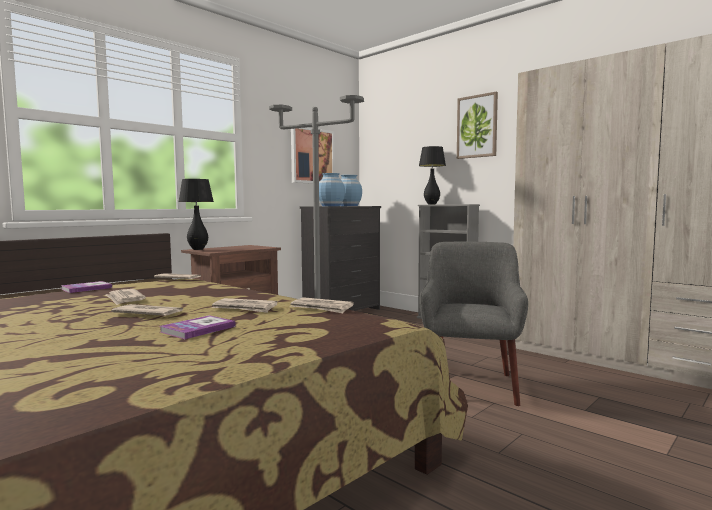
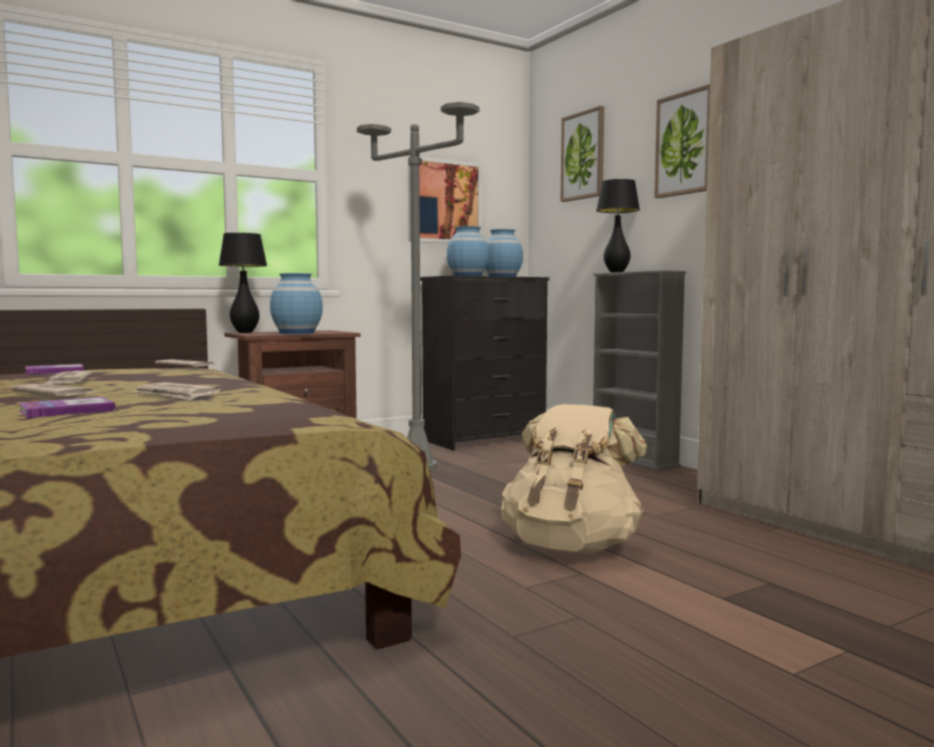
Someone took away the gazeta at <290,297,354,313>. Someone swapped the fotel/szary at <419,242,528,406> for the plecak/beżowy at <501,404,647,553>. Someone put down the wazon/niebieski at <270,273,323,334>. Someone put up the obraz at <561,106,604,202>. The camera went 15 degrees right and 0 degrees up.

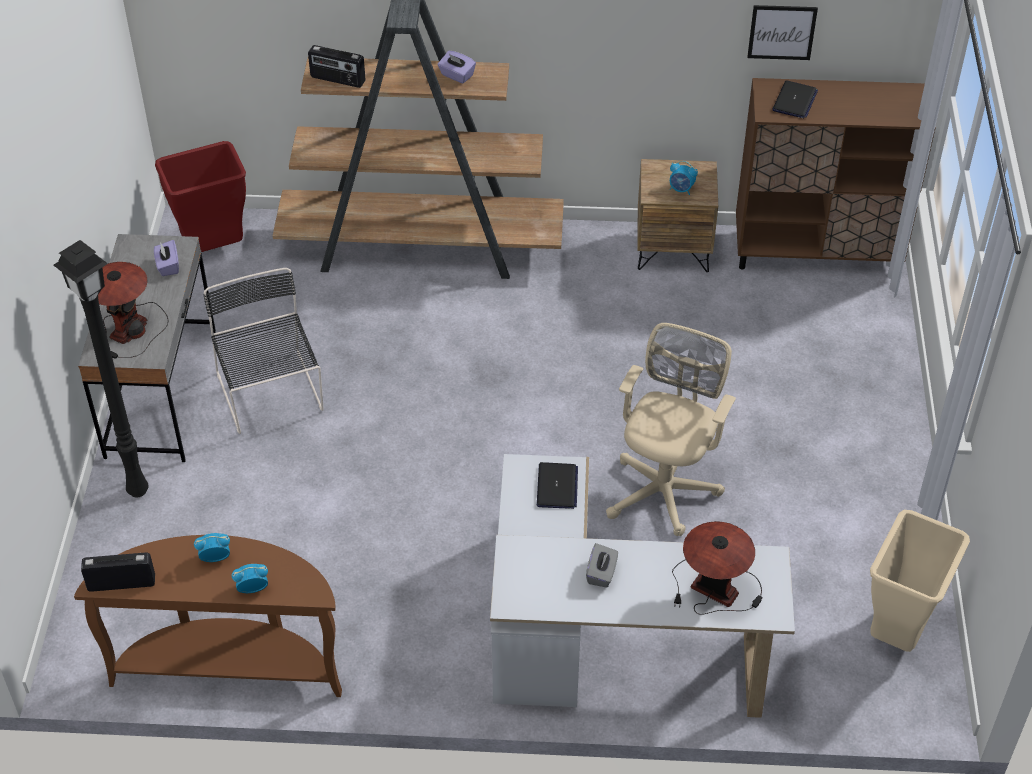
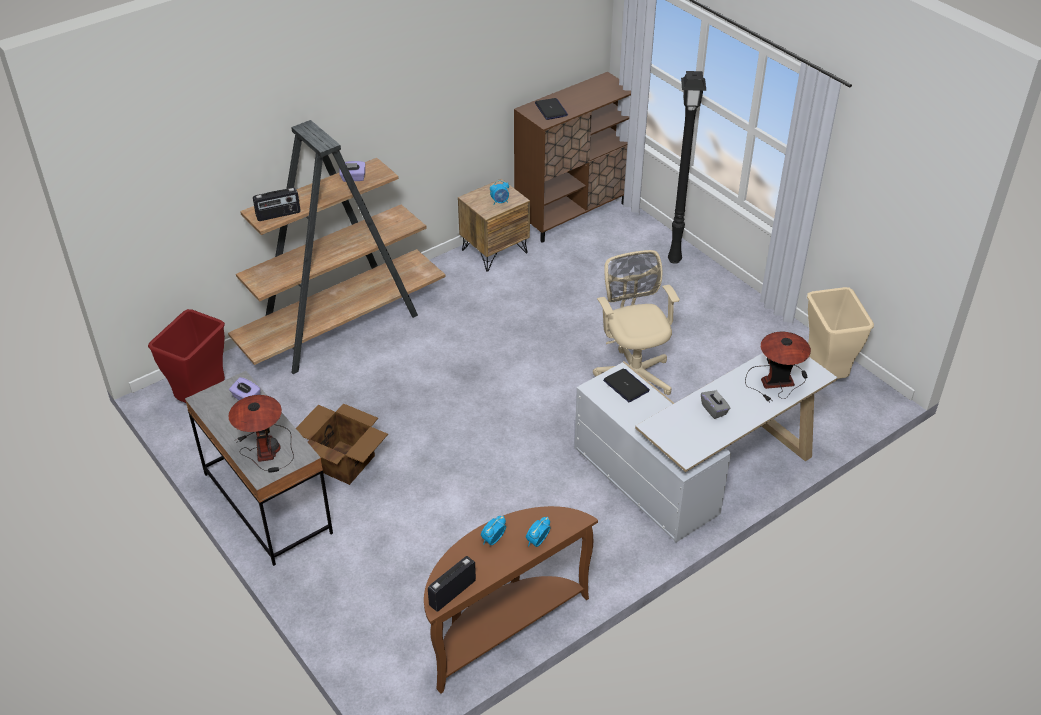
Someone carried the lampa stojąca/czarny from <54,240,149,497> to <668,71,706,264>. Someone swapped the krzesło/czarny at <203,268,324,434> for the karton at <296,403,388,485>. Someone took away the obraz at <747,5,818,60>. The camera went 40 degrees left and 5 degrees down.

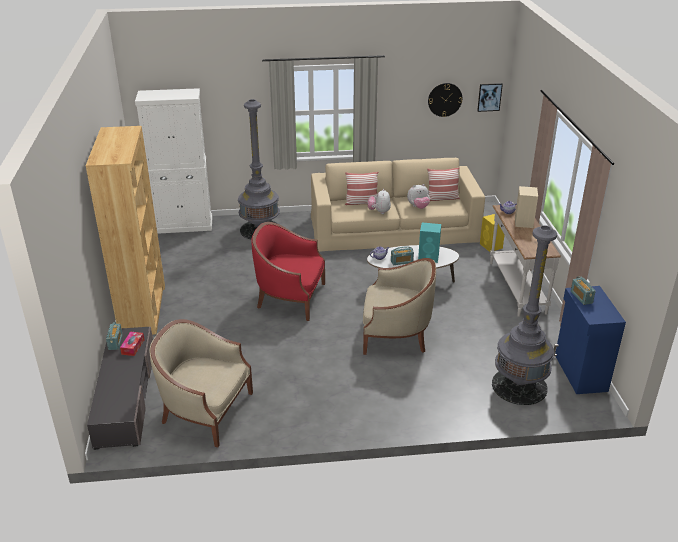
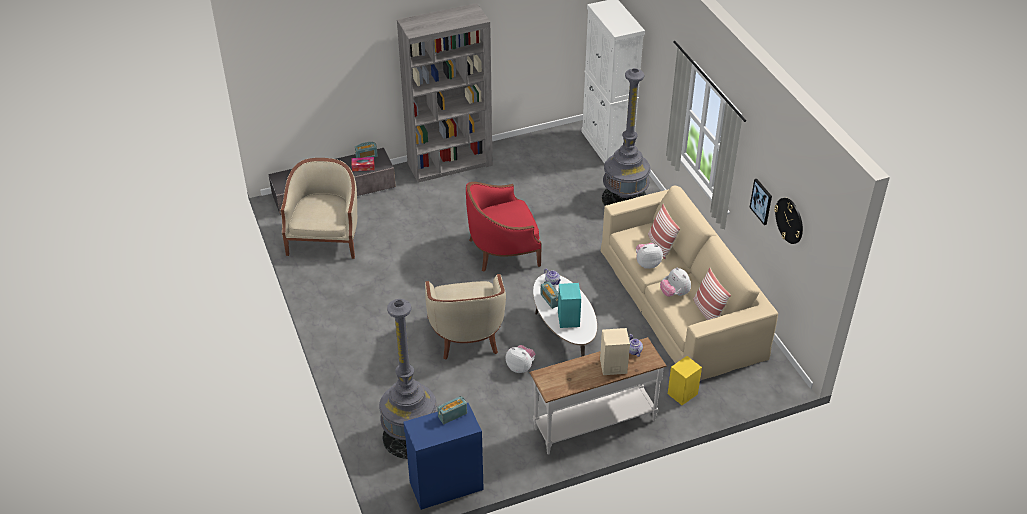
Someone repainted the regał/brązowy at <86,126,165,335>, which became the regał/szary at <397,3,493,183>. Someone rotated the fotel/czerwony at <251,222,325,321> by 105 degrees counterclockwise. Someone carried the obraz from <477,83,503,112> to <749,179,772,225>. Someone put down the pluszak at <506,345,535,373>. The camera went 75 degrees right and 10 degrees up.

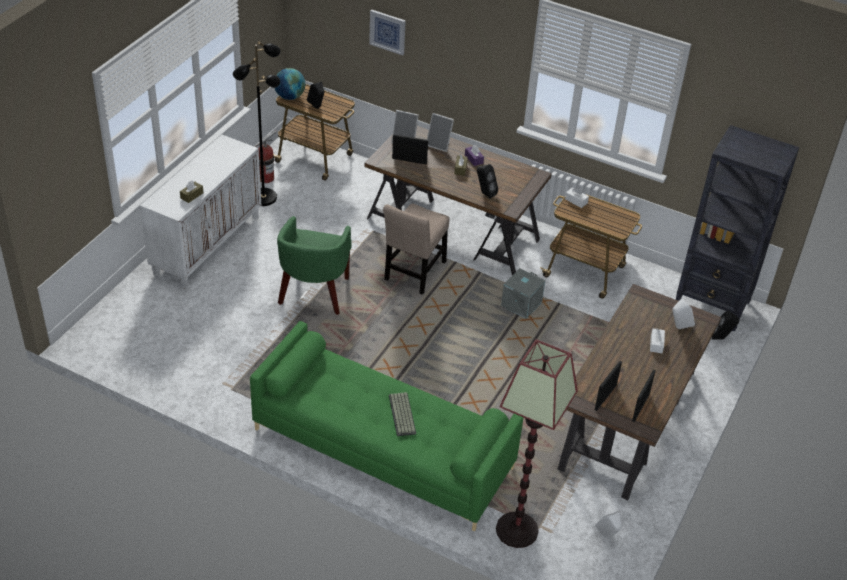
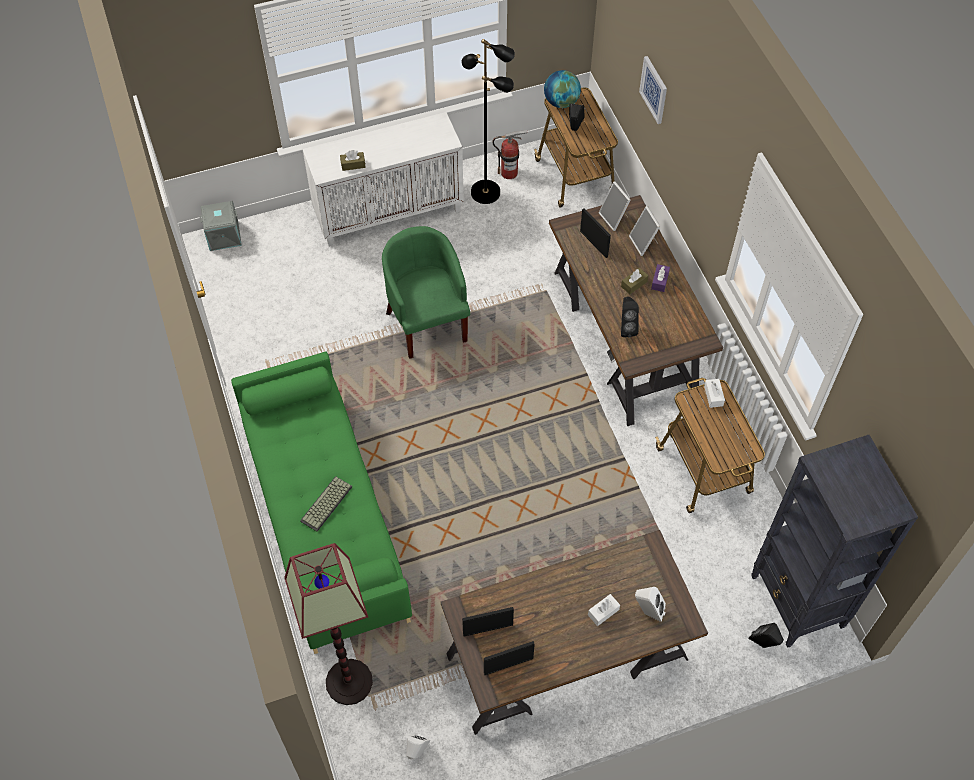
Someone rotated the fotel/zielony at <277,216,352,315> by 105 degrees clockwise. Someone took away the krzesło/beżowy at <383,203,449,295>. Someone carried the pojemnik do przechowywania/szary from <501,268,545,319> to <200,201,242,251>. The camera went 45 degrees right and 15 degrees up.

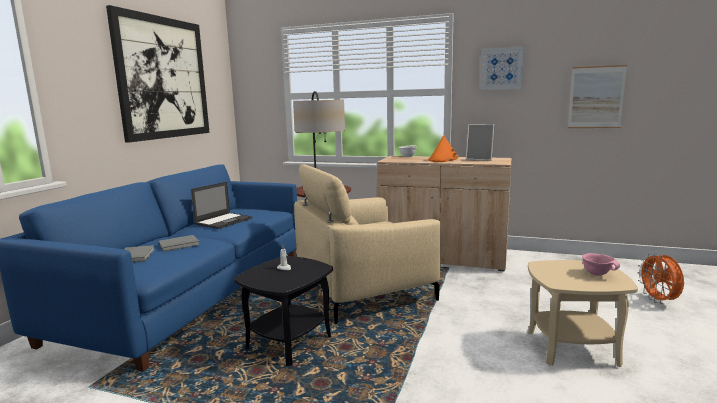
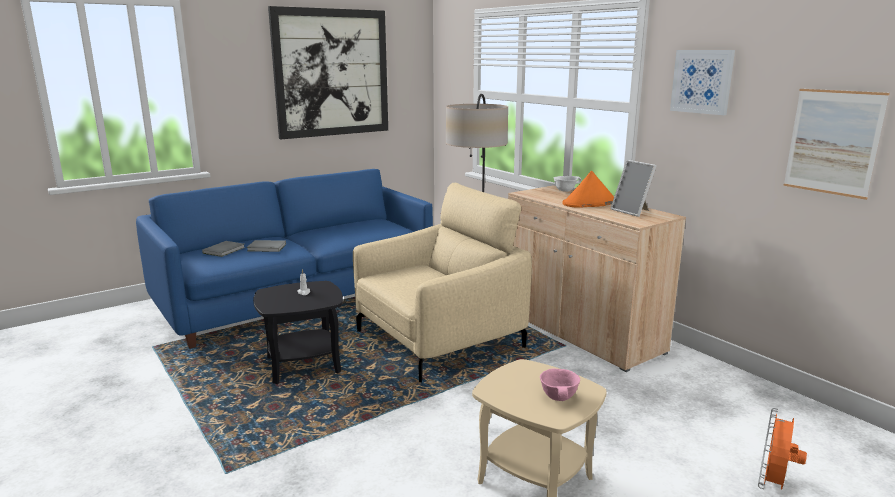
Someone took away the laptop at <191,182,252,229>. Someone rotated the fotel/beżowy at <294,164,442,324> by 135 degrees clockwise. The camera went 35 degrees right and 5 degrees up.

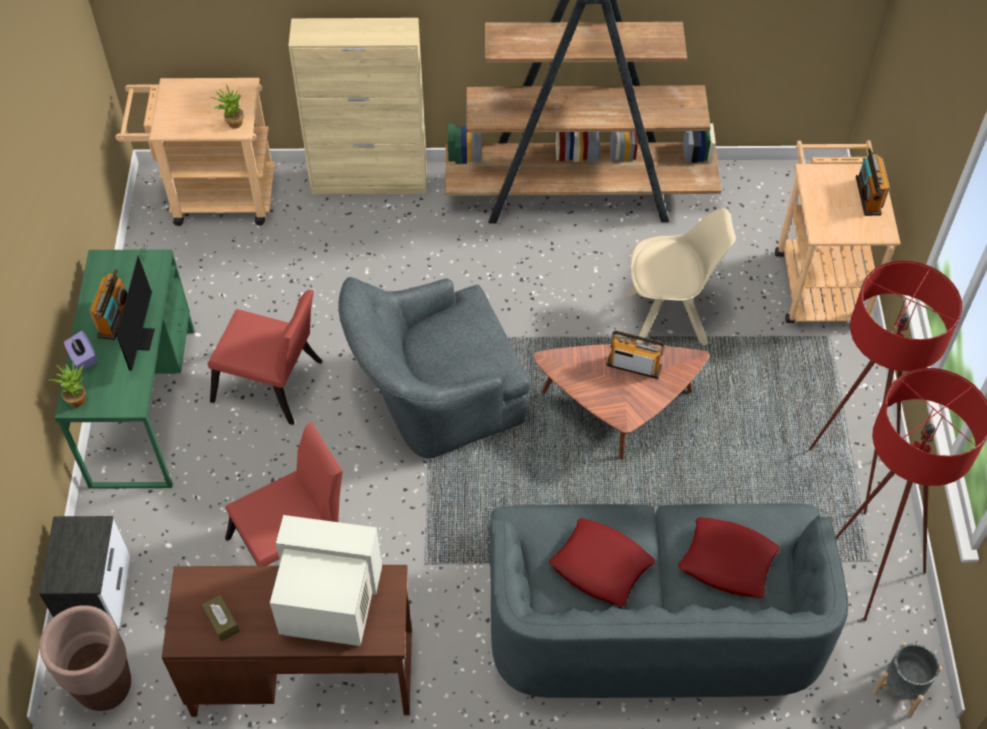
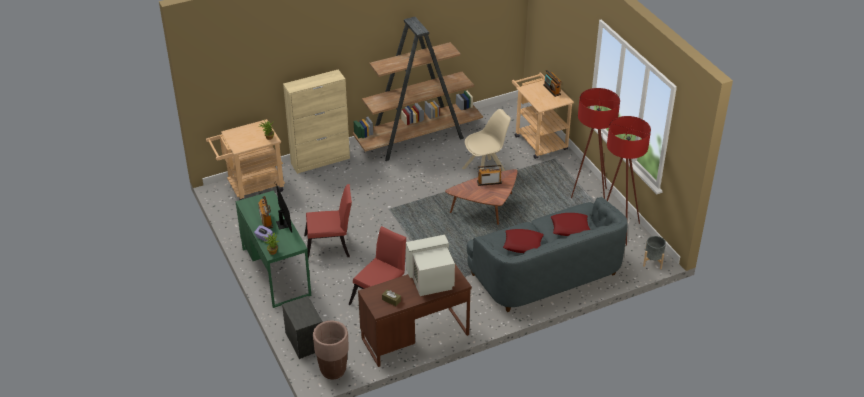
Someone took away the fotel/szary at <338,277,530,458>. The camera went 25 degrees left and 15 degrees down.

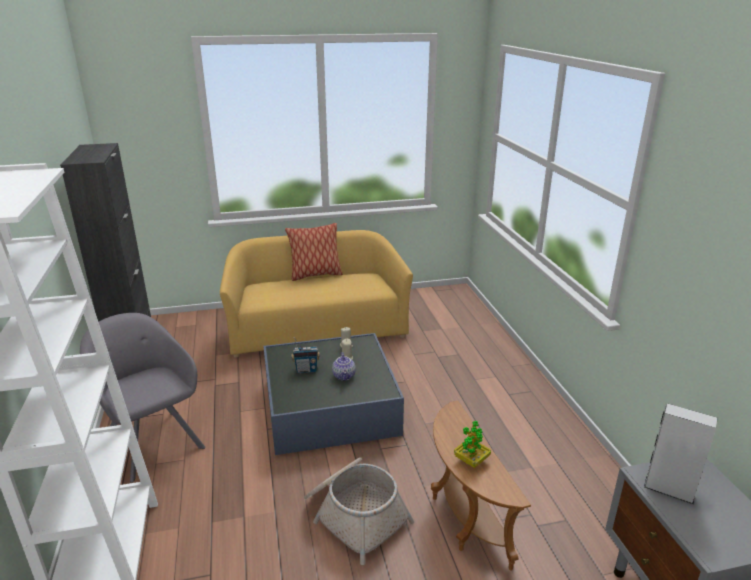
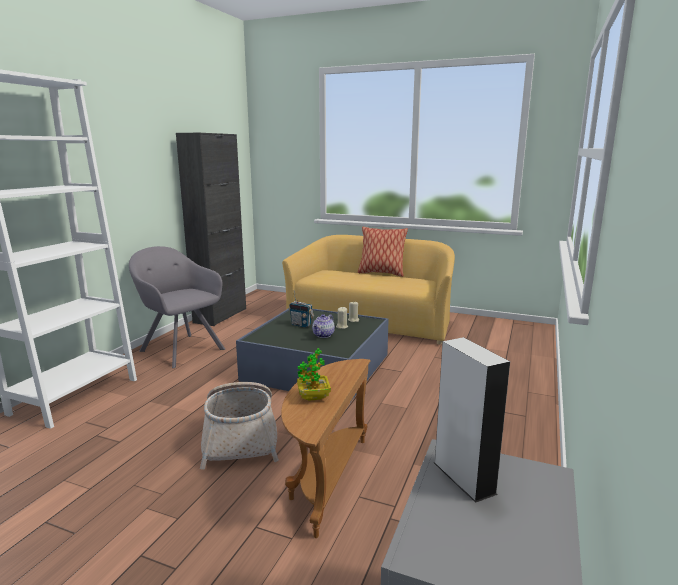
Someone rotated the fotel/szary at <80,313,205,483> by 45 degrees counterclockwise. The camera went 35 degrees right and 10 degrees down.

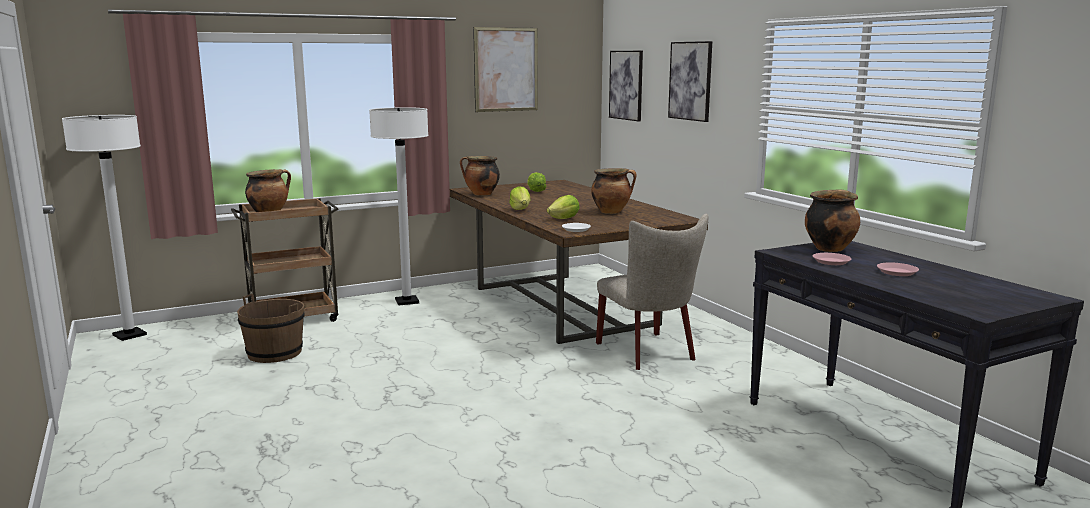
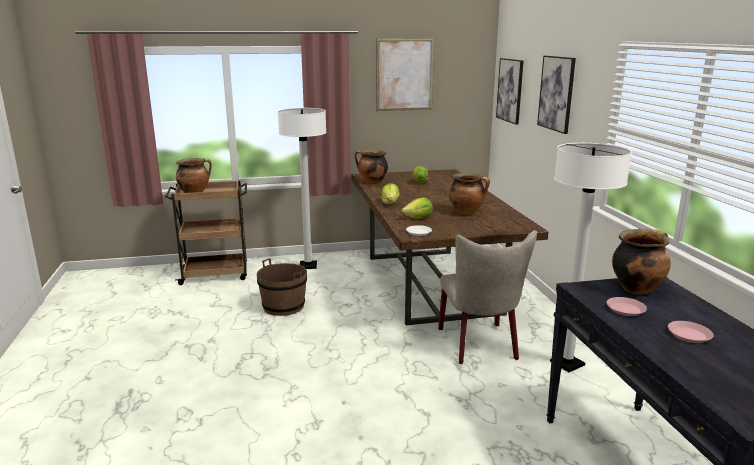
Someone carried the lampa stojąca/biały from <62,115,147,341> to <550,143,632,372>. Someone carried the wiadro/brązowy from <237,294,304,363> to <257,258,307,316>. The camera went 15 degrees right and 5 degrees up.

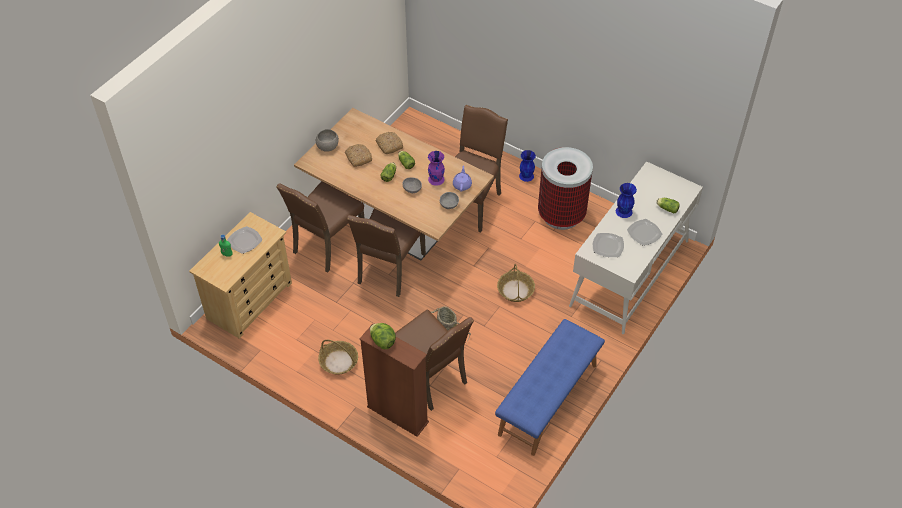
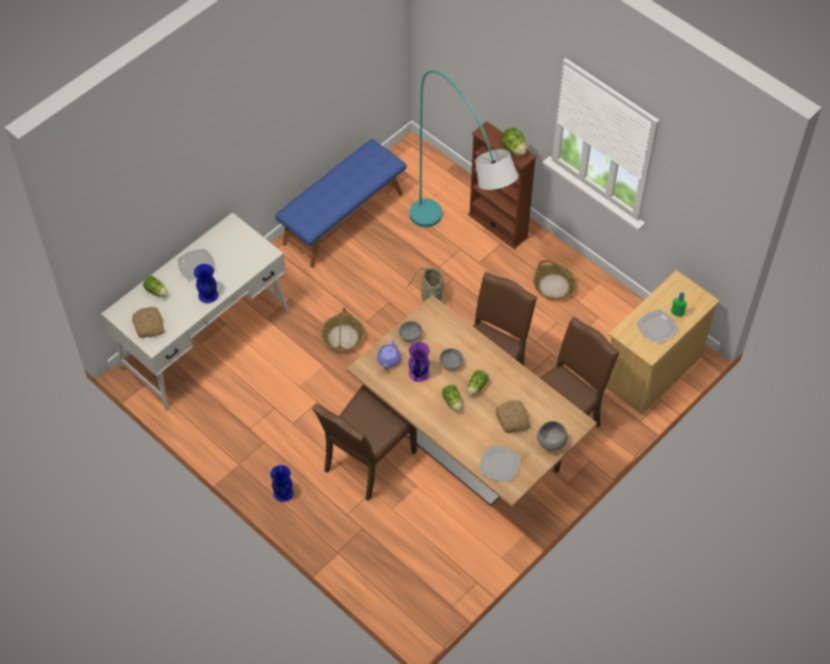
Someone carried the chleb from <376,132,403,154> to <132,307,164,338>. Someone swapped the krzesło/brązowy at <395,309,474,411> for the lampa stojąca/turkusowy at <410,70,518,227>. Someone took away the kosz na śmieci at <538,147,593,230>. Someone carried the talerz from <593,233,624,257> to <480,446,521,482>. The camera went 170 degrees left and 5 degrees up.

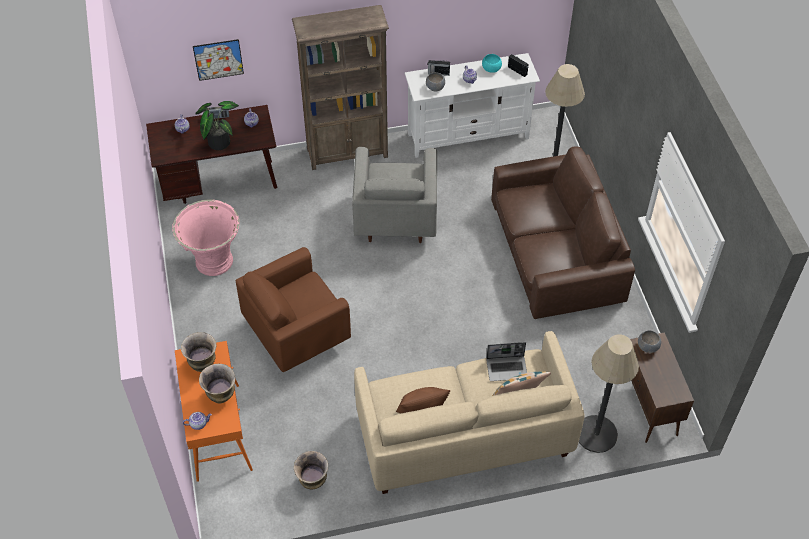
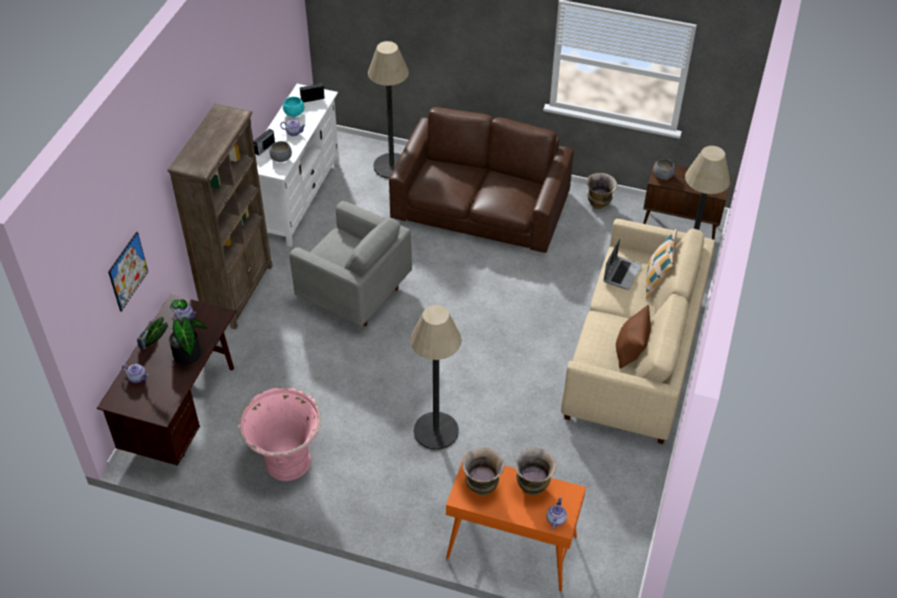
Someone swapped the fotel/brązowy at <236,247,351,372> for the lampa stojąca at <410,305,462,450>. Someone carried the wazon from <294,451,328,489> to <586,173,617,209>. The camera went 60 degrees left and 5 degrees down.

